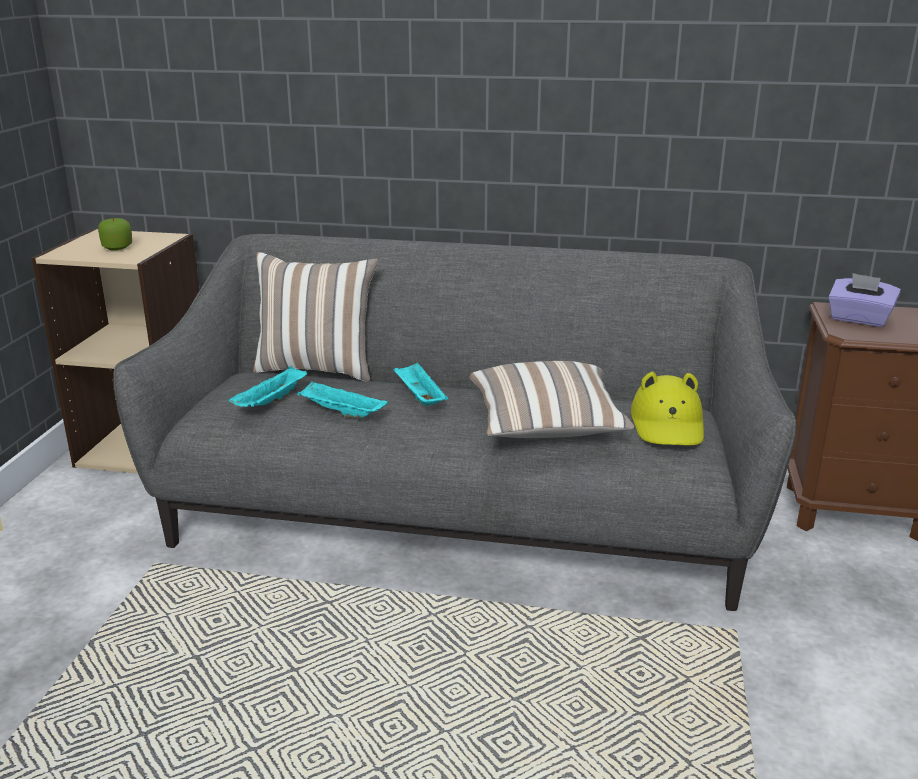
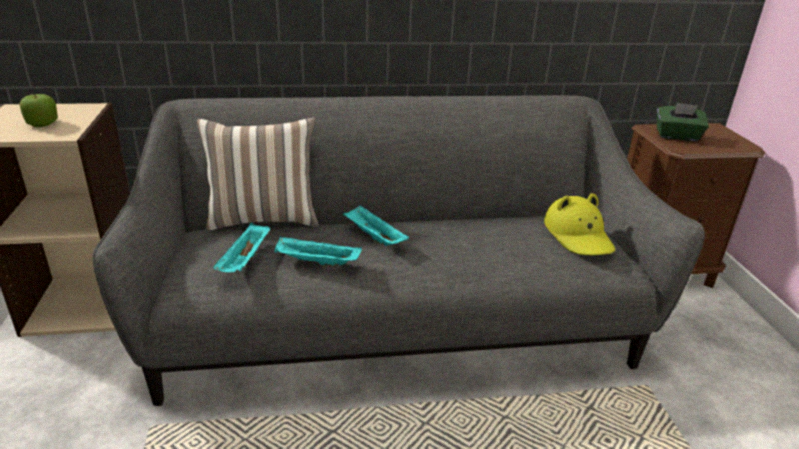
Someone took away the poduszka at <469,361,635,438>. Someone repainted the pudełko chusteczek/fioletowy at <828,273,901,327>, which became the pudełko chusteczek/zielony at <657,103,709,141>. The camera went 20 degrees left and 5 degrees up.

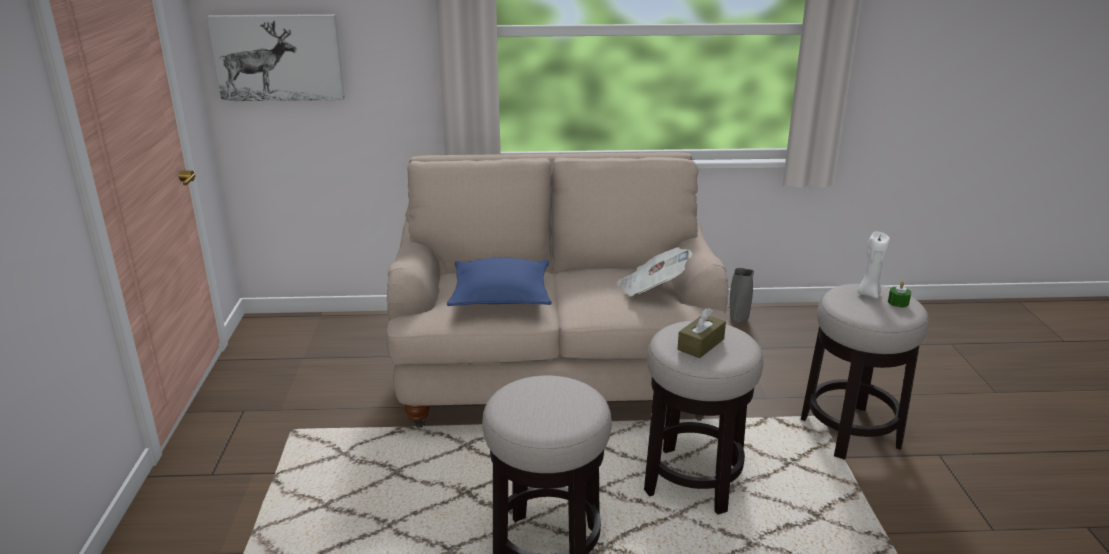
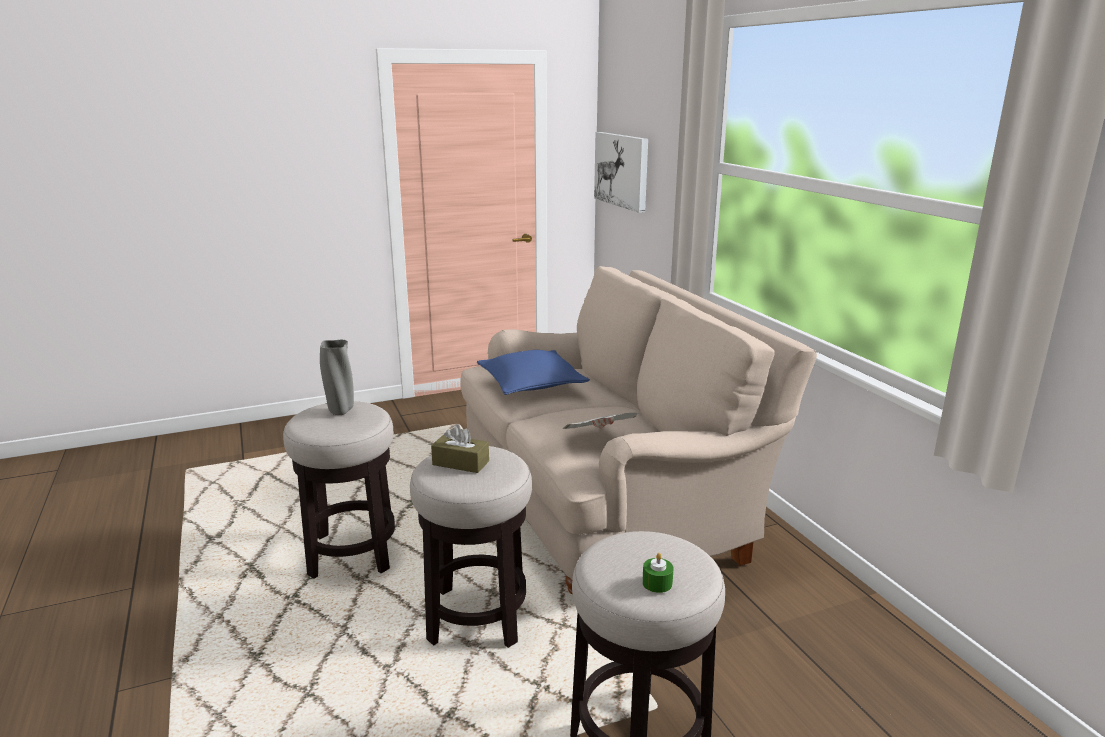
Someone carried the wazon/szary from <730,268,754,323> to <320,340,354,415>. Someone took away the świeca/biały at <857,232,890,298>. The camera went 70 degrees right and 5 degrees down.

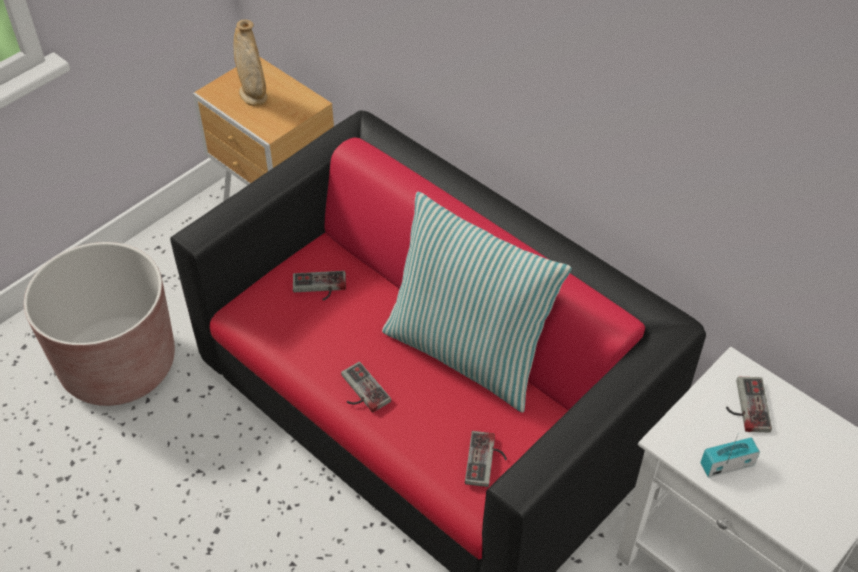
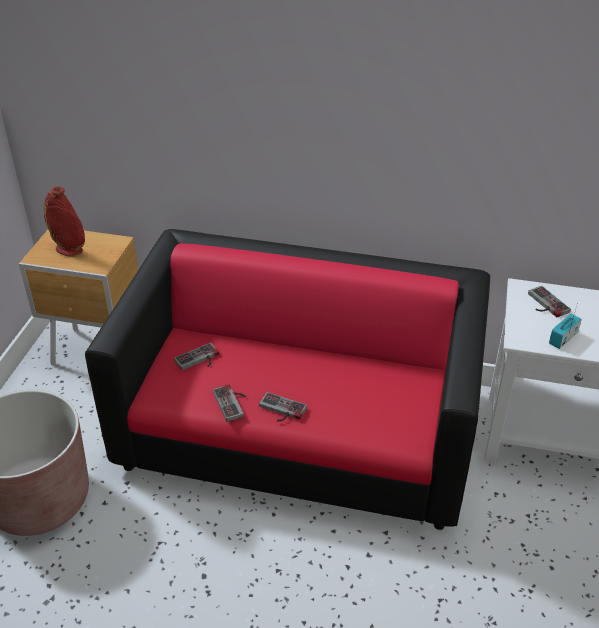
Someone repainted the wazon/beżowy at <234,19,267,106>, which became the wazon/czerwony at <43,187,85,257>. Someone took away the poduszka at <382,192,572,413>. Someone carried the pad do gier from <465,431,507,487> to <213,385,246,422>. The camera went 30 degrees left and 10 degrees down.

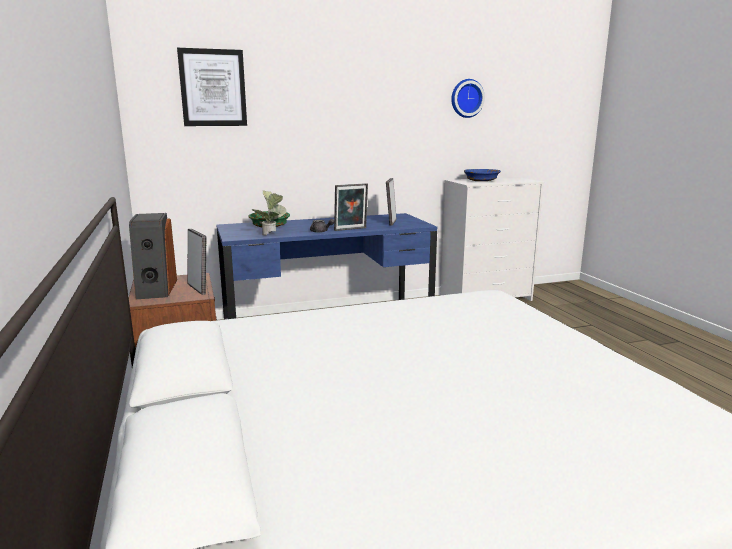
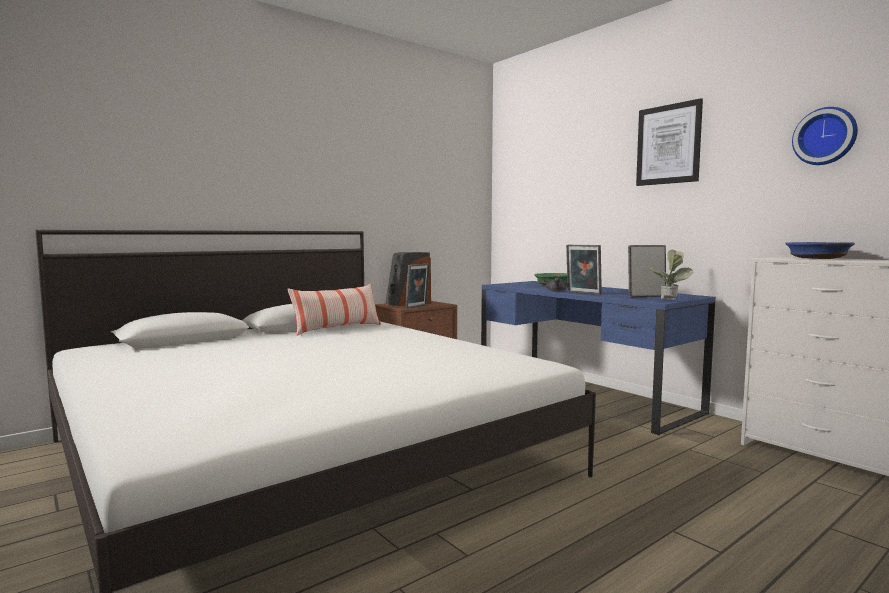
Someone carried the obraz from <177,48,247,126> to <636,98,703,186>. Someone carried the roślina doniczkowa from <252,190,286,235> to <648,250,693,300>. Someone put down the poduszka at <288,284,381,336>. The camera went 70 degrees right and 10 degrees down.

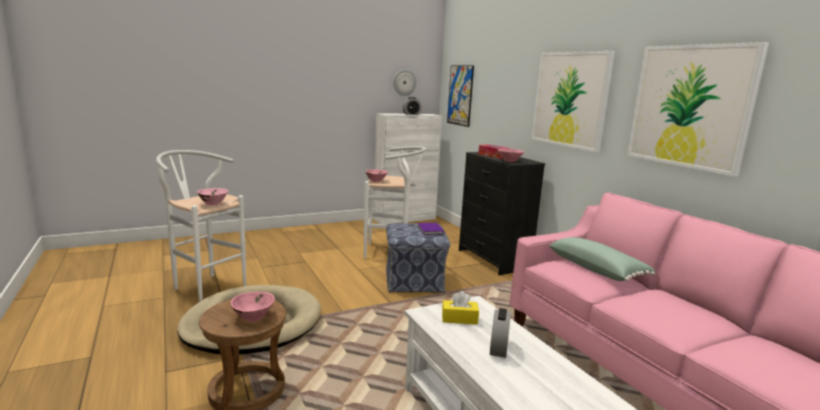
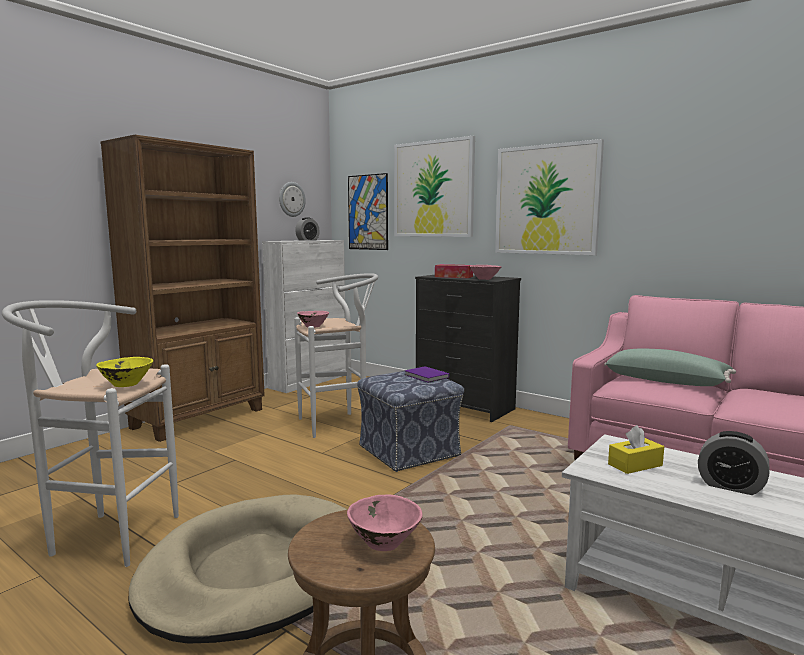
Someone repainted the miska/różowy at <197,188,228,205>, which became the miska/żółty at <96,357,153,387>. Someone rotated the budzik at <490,308,511,358> by 135 degrees clockwise. Someone carried the obraz from <627,42,769,177> to <394,136,475,237>. Someone put down the regał/brązowy at <100,135,265,442>. The camera went 25 degrees left and 5 degrees down.

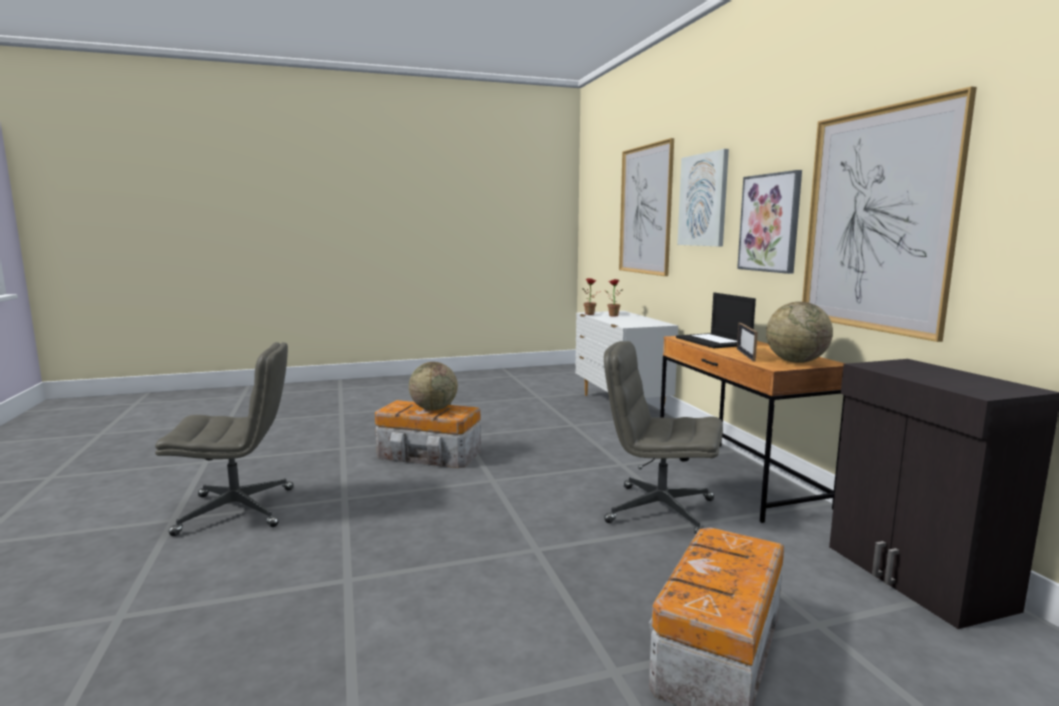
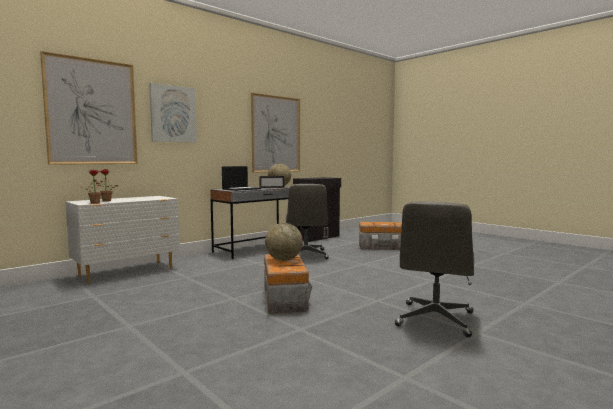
Someone rotated the krzesło biurowe/szary at <155,342,293,536> by 120 degrees counterclockwise. Someone repainted the biurko/brązowy at <660,336,845,523>, which became the biurko/szary at <210,186,300,259>. Someone took away the obraz at <737,170,802,274>. The camera went 115 degrees left and 5 degrees down.

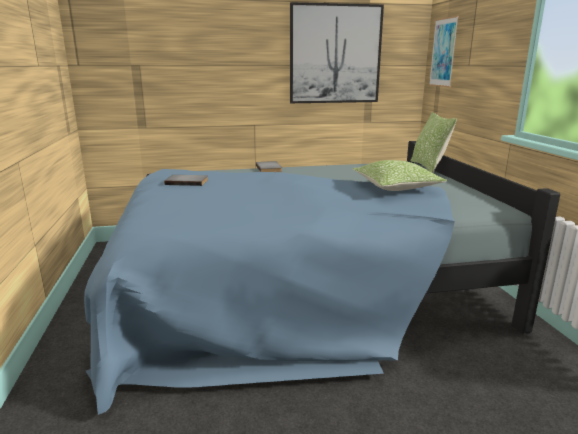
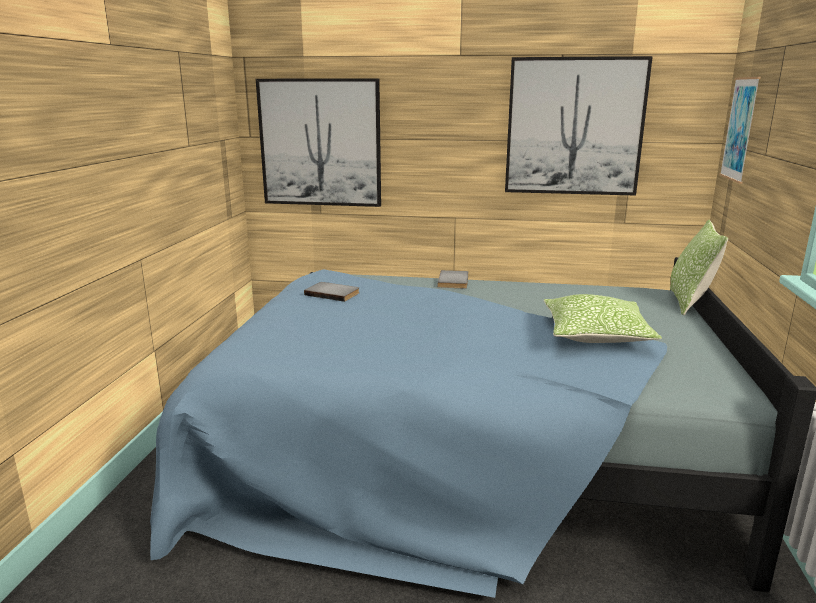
Someone put up the obraz at <256,78,381,207>. The camera went 20 degrees right and 0 degrees up.

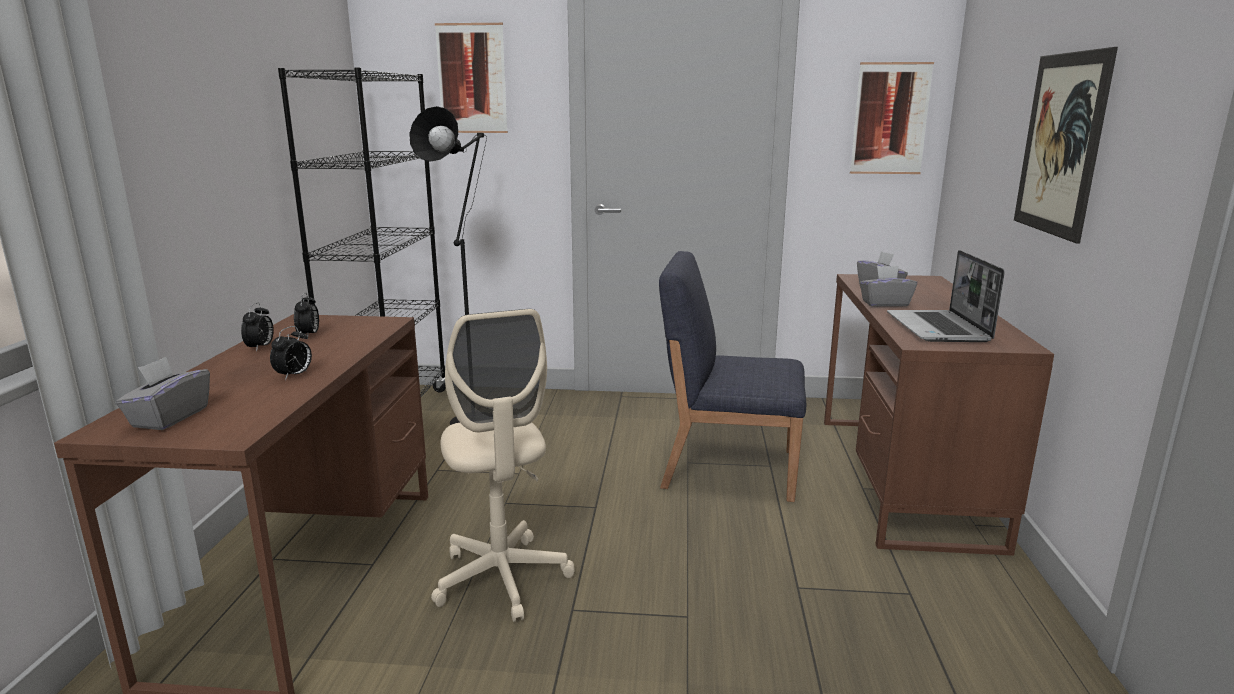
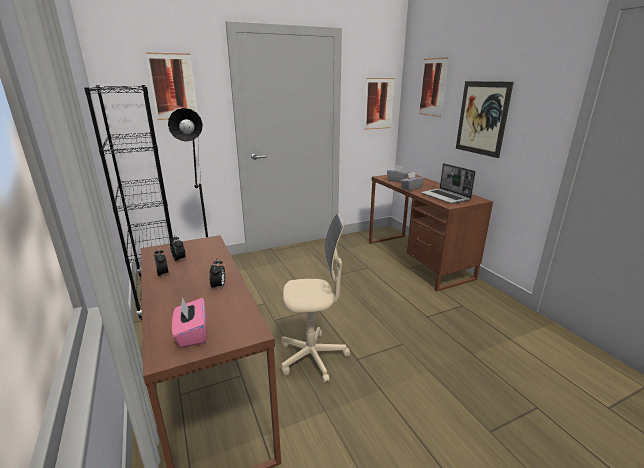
Someone repainted the pudełko chusteczek/szary at <116,357,210,430>, which became the pudełko chusteczek/różowy at <172,298,206,348>. Someone rotated the krzesło biurowe/beżowy at <431,309,574,622> by 45 degrees counterclockwise. Someone took away the krzesło/niebieski at <659,251,806,502>. Someone put up the obraz at <418,57,449,117>. The camera went 30 degrees left and 5 degrees up.

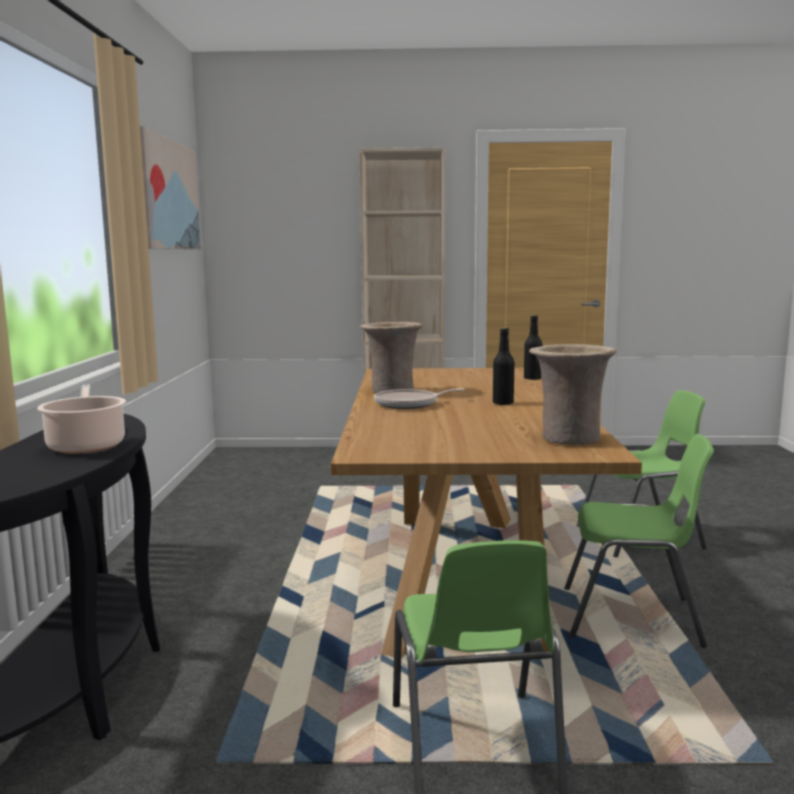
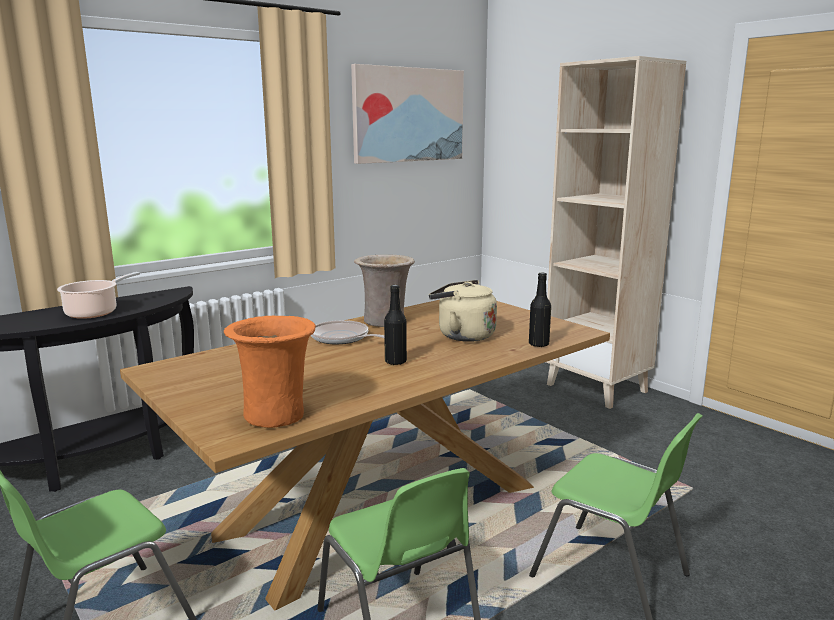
Someone repainted the wazon/beżowy at <529,344,617,445>, which became the wazon/pomarańczowy at <224,316,316,428>. Someone put down the czajnik/beżowy at <429,280,497,342>. The camera went 50 degrees right and 5 degrees up.

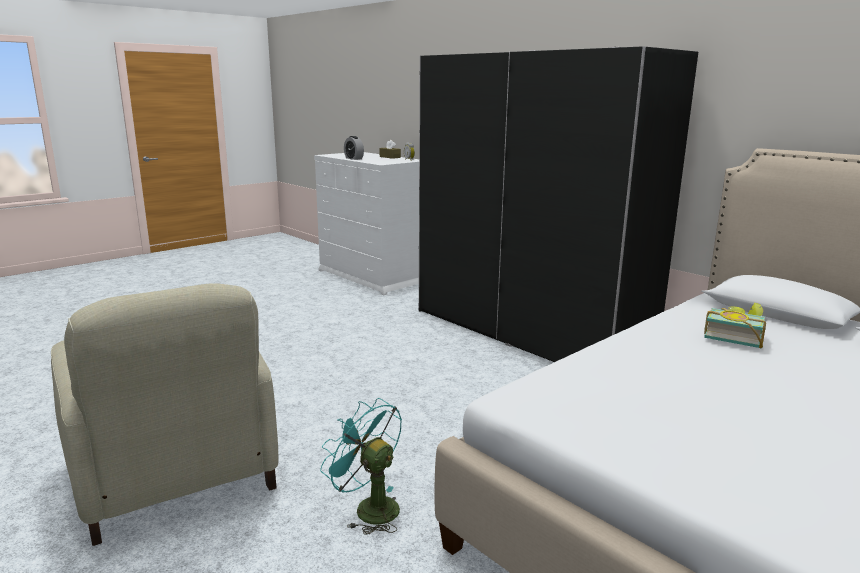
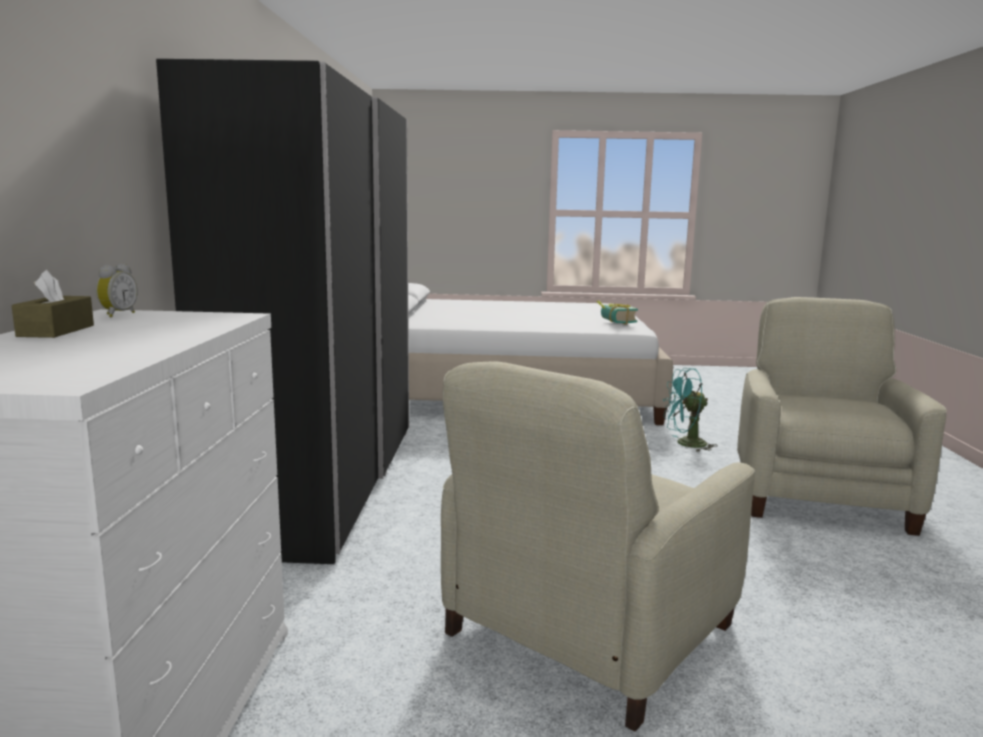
Someone rotated the wentylator/turkusowy at <320,398,402,535> by 90 degrees clockwise. Someone took away the budzik at <344,136,364,160>. Someone carried the książka from <704,303,766,348> to <596,300,638,325>. Someone put down the fotel/beżowy at <441,362,755,731>. The camera went 135 degrees left and 5 degrees down.

